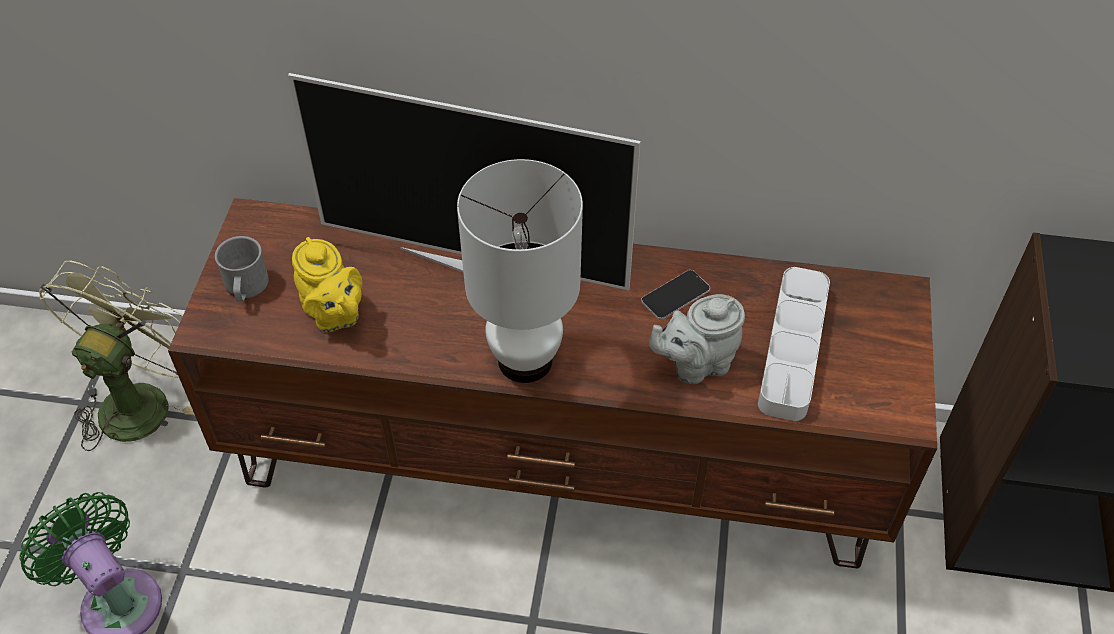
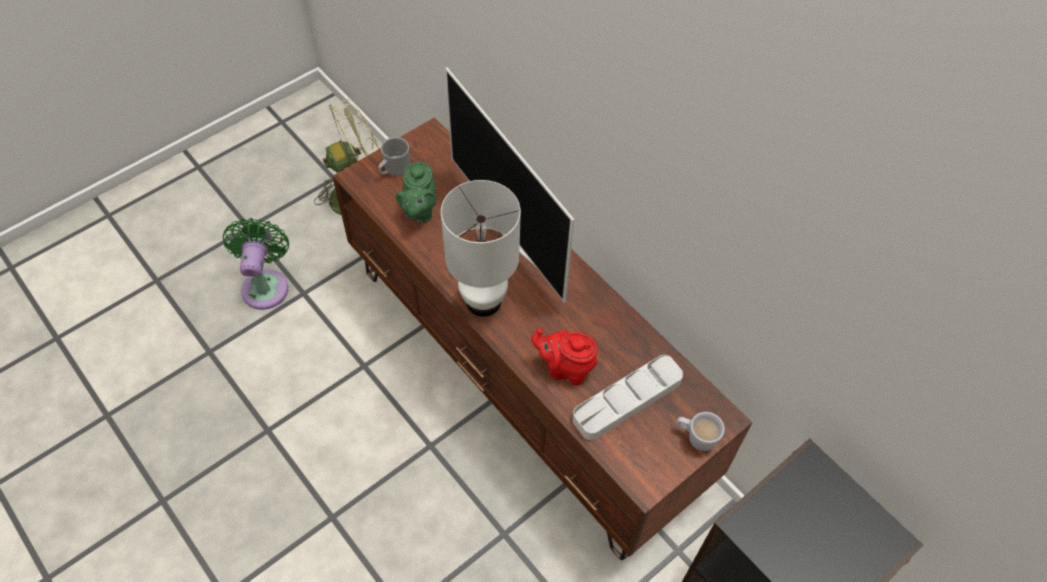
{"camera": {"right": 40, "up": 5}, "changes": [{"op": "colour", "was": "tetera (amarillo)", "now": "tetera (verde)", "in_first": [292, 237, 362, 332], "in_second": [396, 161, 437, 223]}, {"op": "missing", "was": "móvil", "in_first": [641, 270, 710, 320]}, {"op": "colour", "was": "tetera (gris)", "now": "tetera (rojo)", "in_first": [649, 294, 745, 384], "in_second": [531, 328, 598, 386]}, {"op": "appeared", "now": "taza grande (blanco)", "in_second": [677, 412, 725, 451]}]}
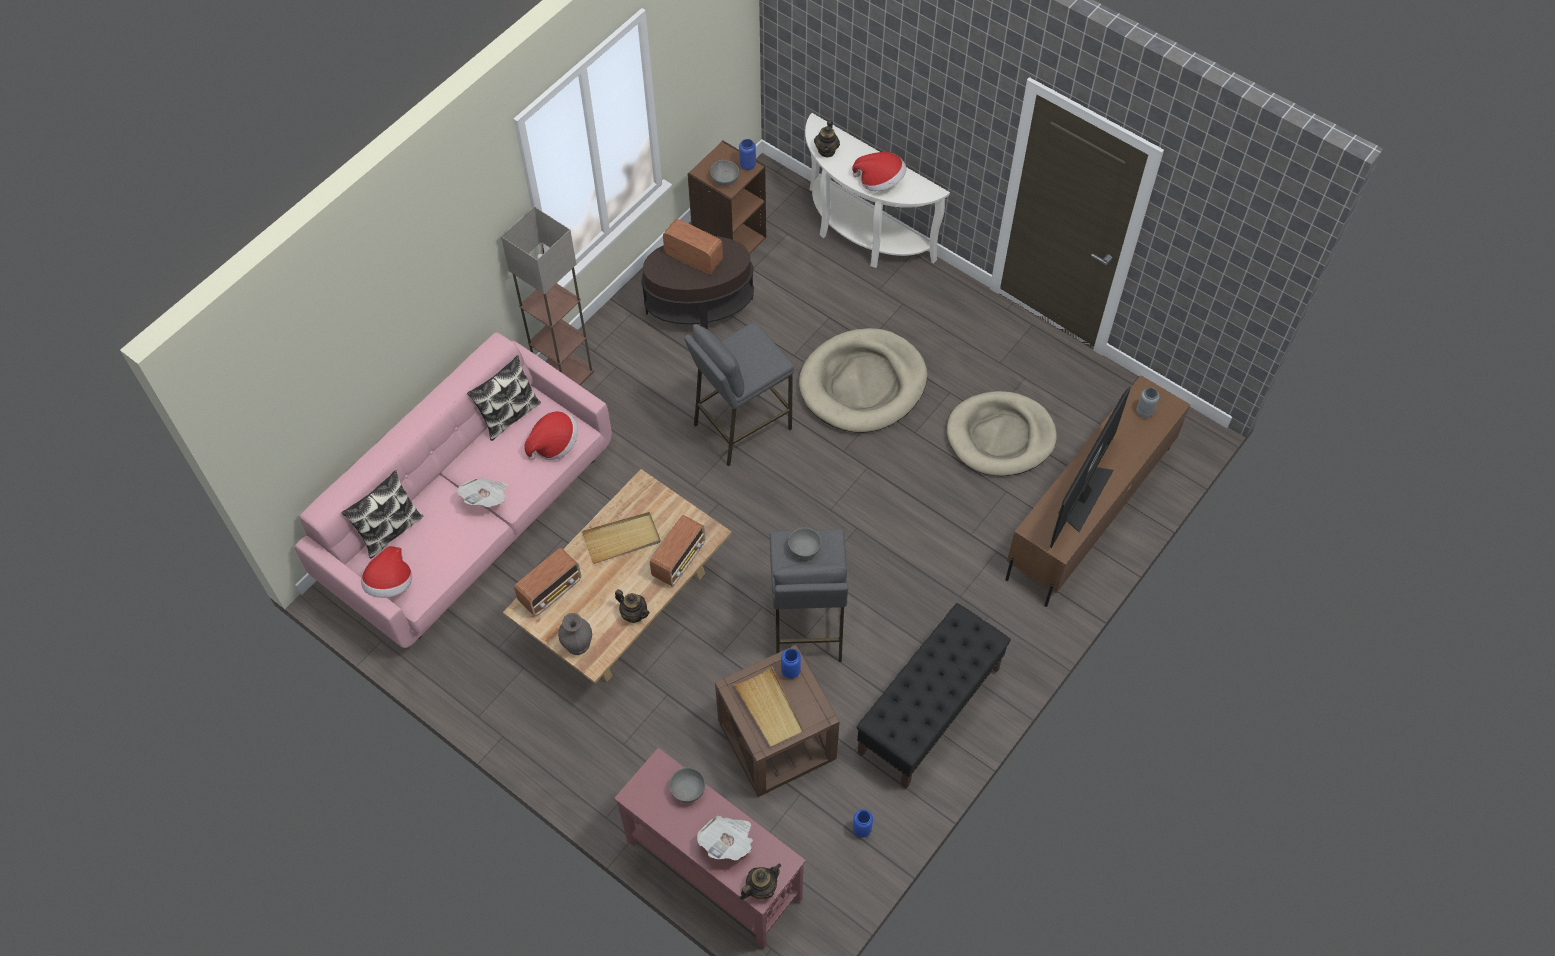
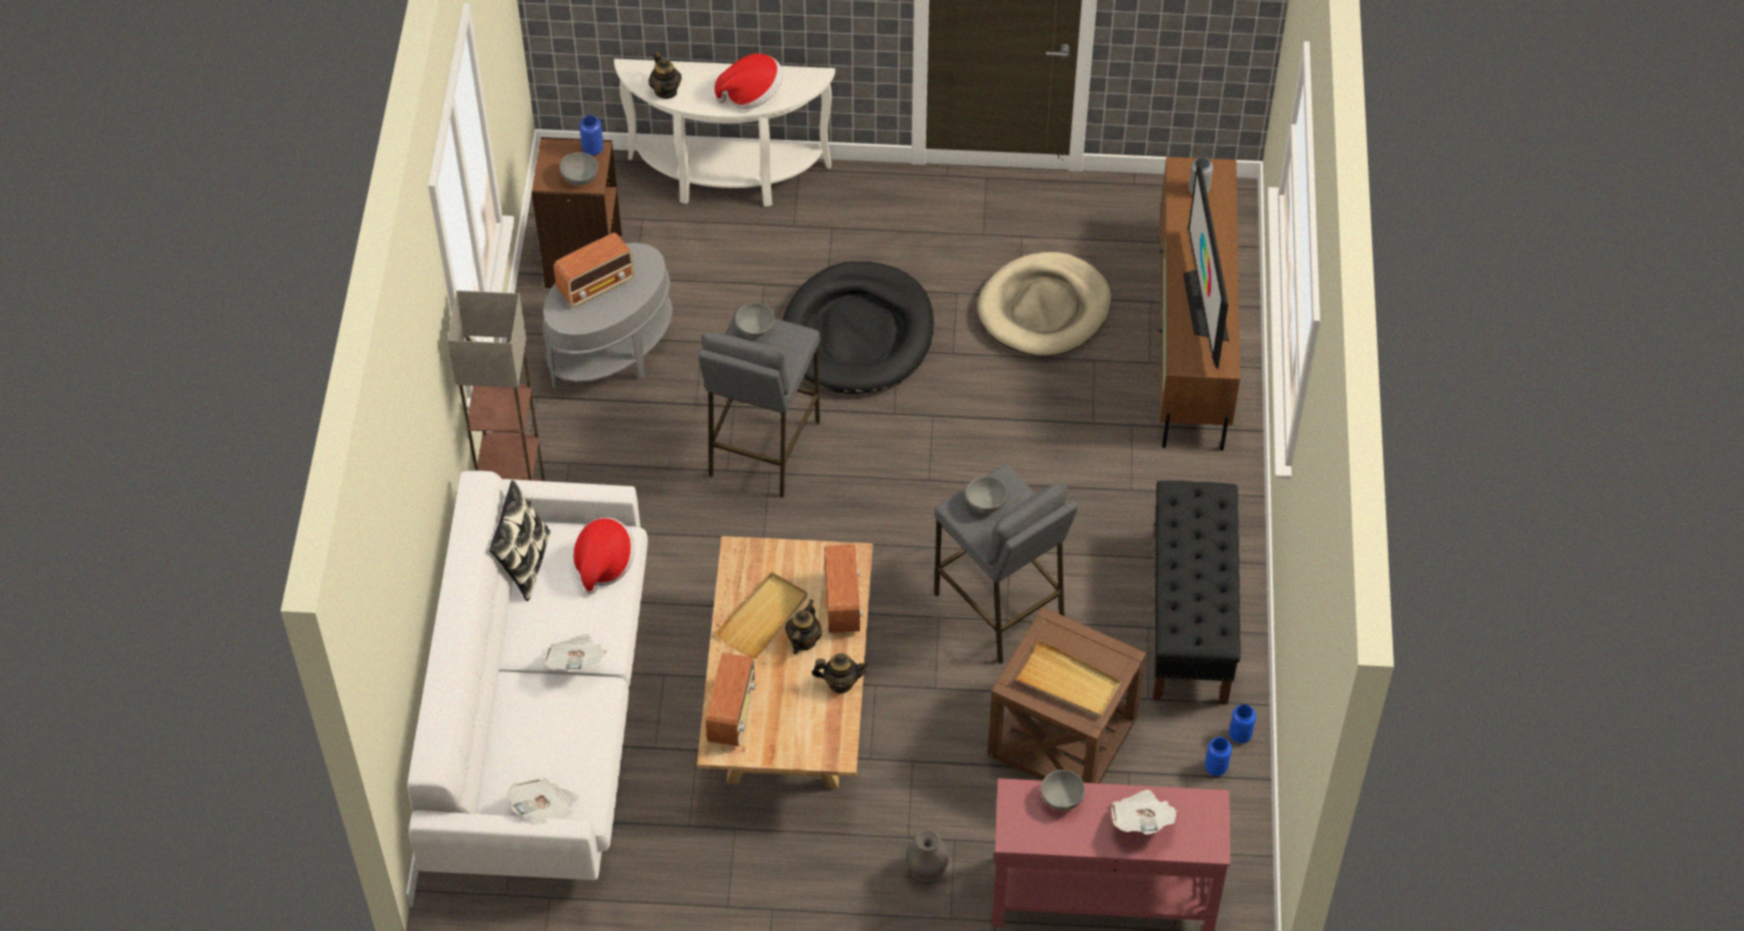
{"camera": {"right": -35, "up": -5}, "changes": [{"op": "colour", "was": "sofá (rosa)", "now": "sofá (blanco)", "in_first": [295, 332, 612, 648], "in_second": [407, 471, 648, 880]}, {"op": "missing", "was": "cojín", "in_first": [341, 470, 423, 559]}, {"op": "exchanged", "was": "sombrero", "now": "periódico", "in_first": [361, 546, 412, 598], "in_second": [507, 778, 579, 824]}, {"op": "relocated", "was": "florero (gris)", "in_first": [558, 613, 592, 655], "in_second": [906, 829, 949, 884]}, {"op": "colour", "was": "mesa auxiliar (marrón)", "now": "mesa auxiliar (gris)", "in_first": [641, 236, 754, 330], "in_second": [542, 243, 673, 389]}, {"op": "spun", "was": "radio", "in_first": [663, 219, 723, 274], "in_second": [554, 233, 634, 307], "clockwise": 150}, {"op": "relocated", "was": "tetera", "in_first": [740, 863, 781, 900], "in_second": [785, 600, 822, 654]}, {"op": "relocated", "was": "florero (azul)", "in_first": [781, 648, 801, 679], "in_second": [1229, 704, 1256, 743]}, {"op": "colour", "was": "cama para perro (beis)", "now": "cama para perro (negro)", "in_first": [799, 328, 927, 433], "in_second": [782, 261, 934, 394]}, {"op": "appeared", "now": "cuenco (gris)", "in_second": [735, 303, 775, 338]}]}
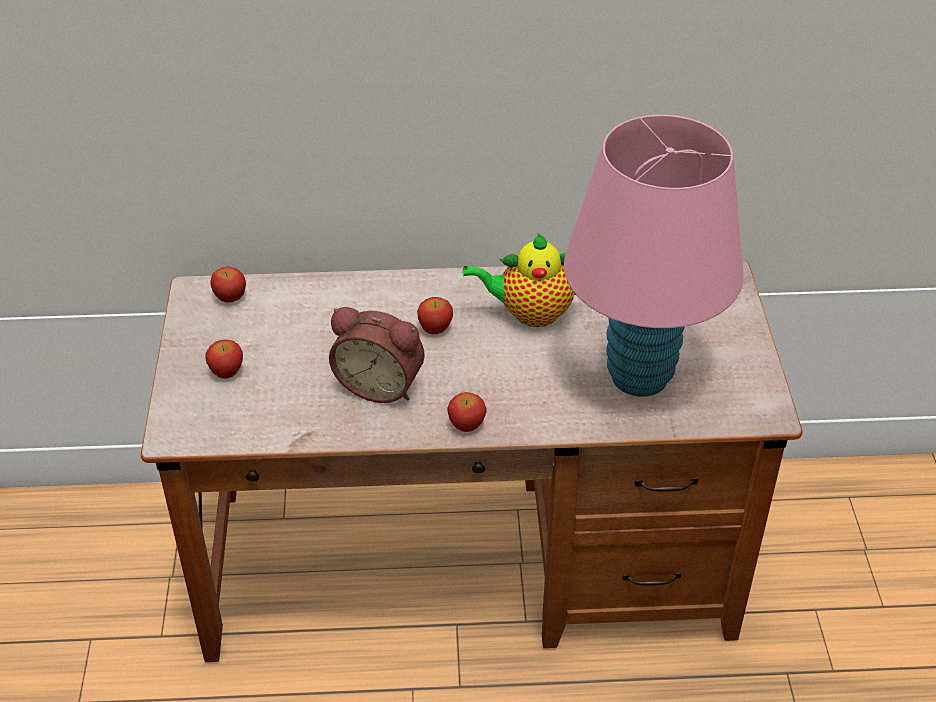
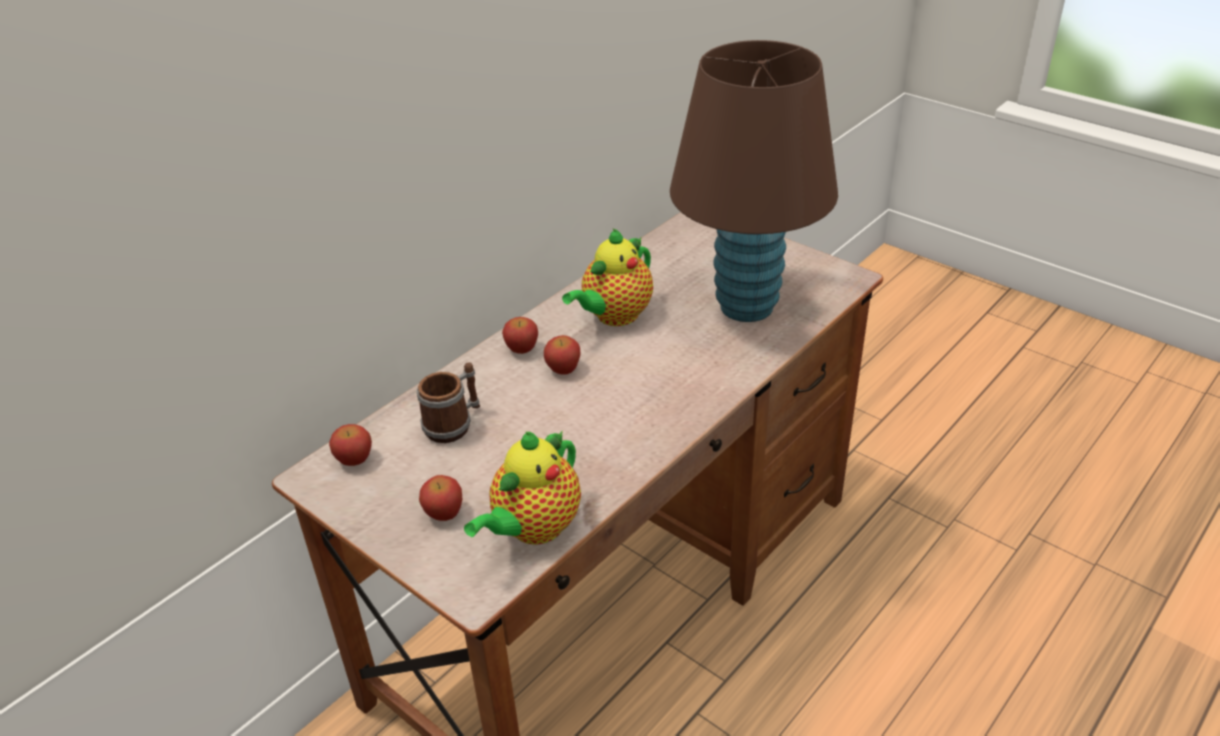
{"camera": {"right": -45, "up": -5}, "changes": [{"op": "missing", "was": "despertador", "in_first": [329, 307, 424, 403]}, {"op": "relocated", "was": "manzana", "in_first": [447, 392, 487, 432], "in_second": [502, 317, 538, 354]}, {"op": "colour", "was": "lámpara de mesa (rosa)", "now": "lámpara de mesa (marrón)", "in_first": [564, 115, 743, 397], "in_second": [670, 40, 838, 322]}, {"op": "appeared", "now": "taza grande", "in_second": [417, 362, 480, 443]}, {"op": "appeared", "now": "tetera", "in_second": [464, 430, 581, 545]}]}
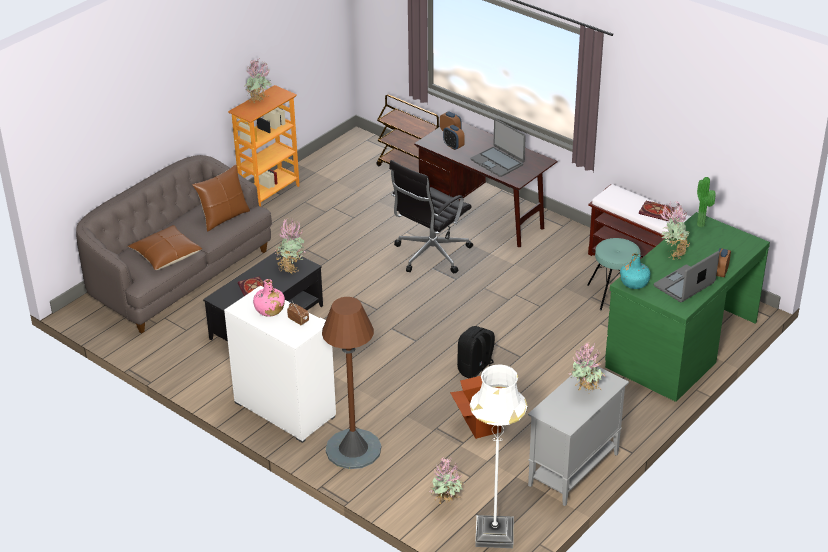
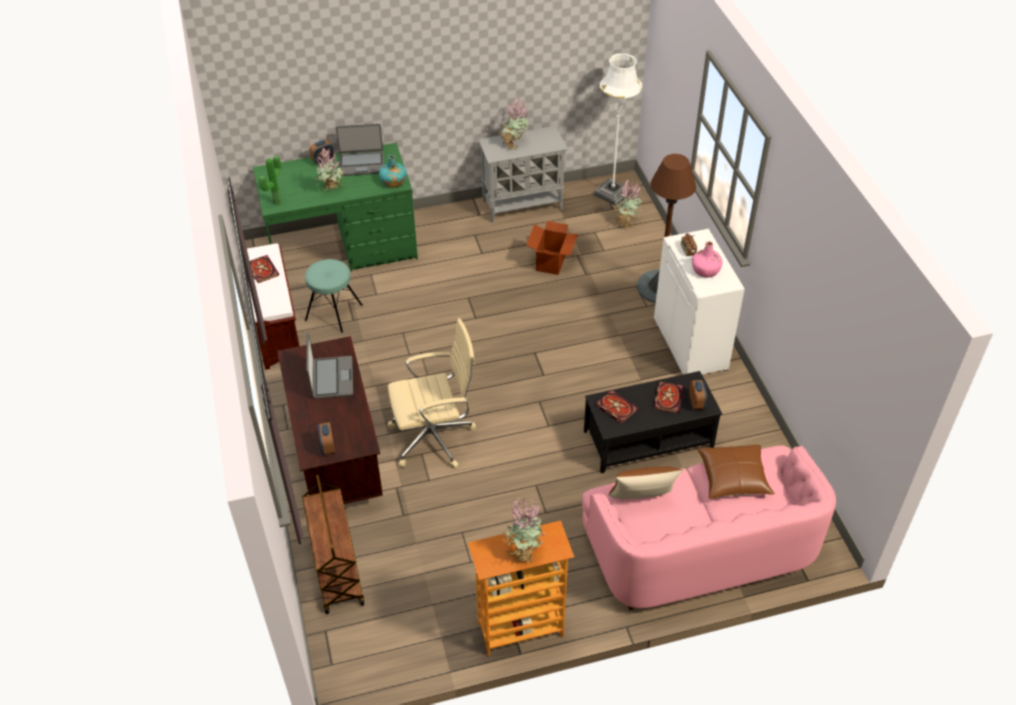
{"camera": {"right": -145, "up": 10}, "changes": [{"op": "colour", "was": "sofá (gris)", "now": "sofá (rosa)", "in_first": [76, 155, 272, 333], "in_second": [582, 446, 836, 610]}, {"op": "exchanged", "was": "planta en maceta", "now": "libro", "in_first": [275, 218, 305, 274], "in_second": [596, 390, 638, 423]}, {"op": "colour", "was": "silla de oficina (negro)", "now": "silla de oficina (beis)", "in_first": [389, 160, 473, 273], "in_second": [388, 318, 477, 469]}, {"op": "relocated", "was": "despertador", "in_first": [443, 125, 465, 150], "in_second": [689, 380, 707, 409]}, {"op": "missing", "was": "mochila (negro)", "in_first": [457, 326, 495, 378]}]}
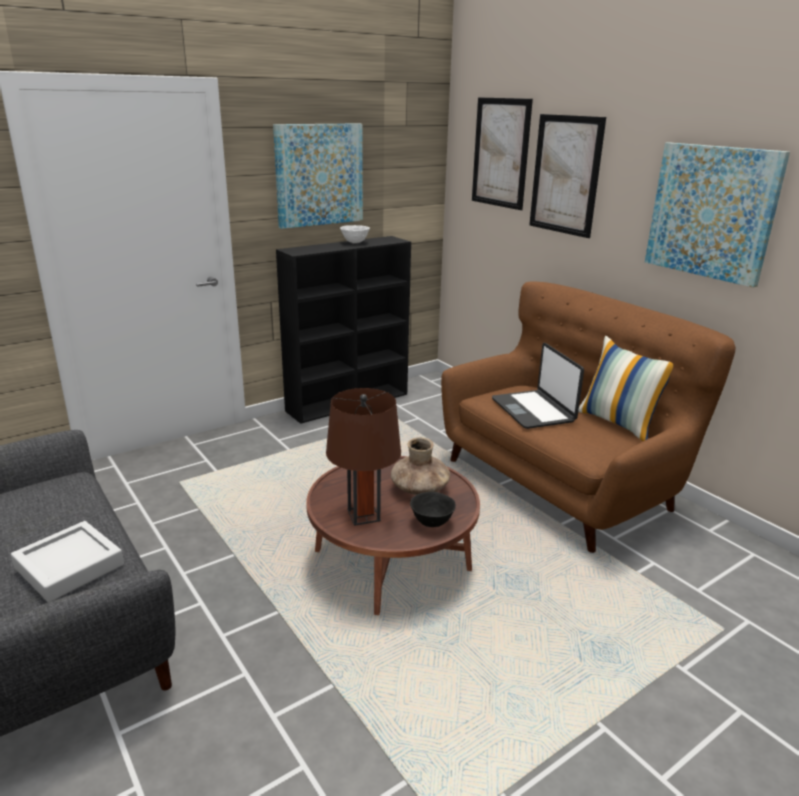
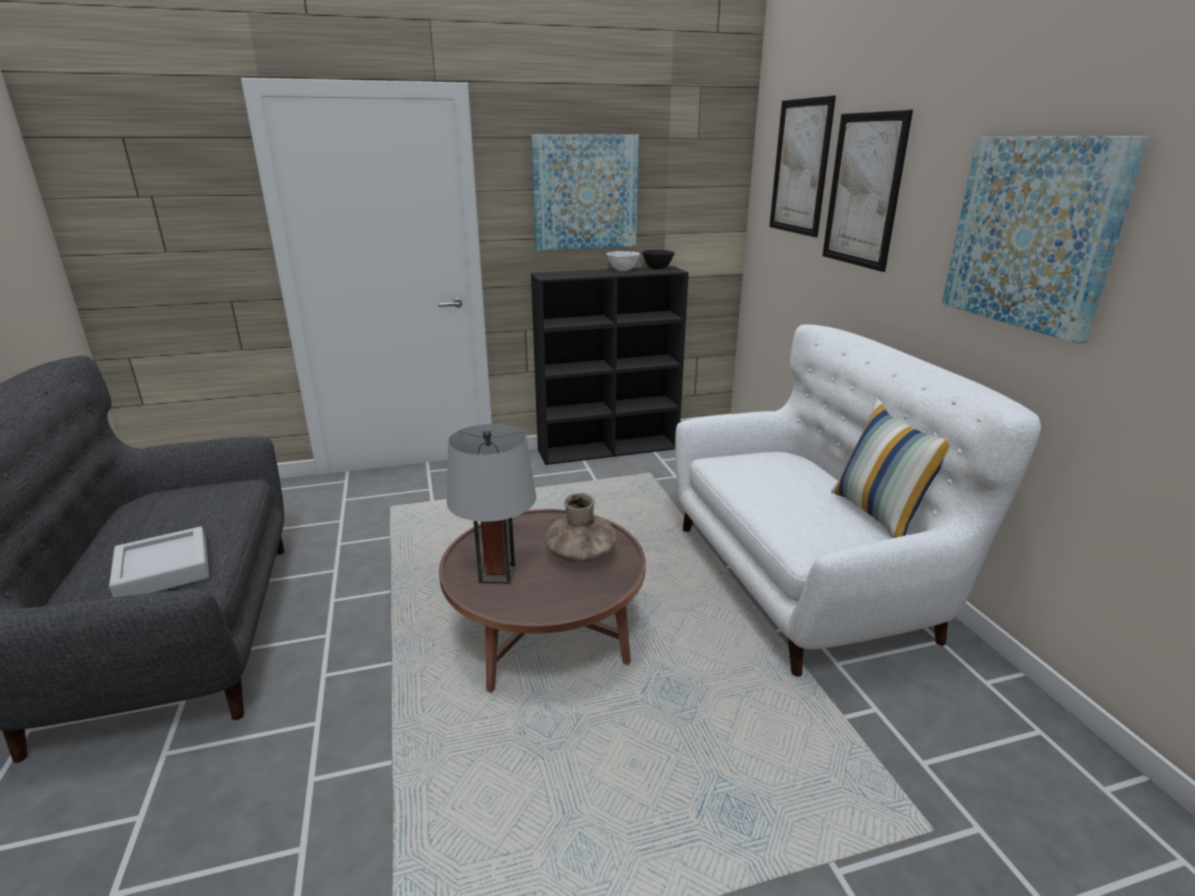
{"camera": {"right": 20, "up": 0}, "changes": [{"op": "colour", "was": "lámpara de mesa (marrón)", "now": "lámpara de mesa (gris)", "in_first": [326, 388, 401, 526], "in_second": [447, 424, 536, 584]}, {"op": "relocated", "was": "cuenco (negro)", "in_first": [410, 492, 456, 527], "in_second": [642, 250, 675, 269]}, {"op": "colour", "was": "sofá (marrón)", "now": "sofá (blanco)", "in_first": [441, 282, 736, 553], "in_second": [675, 324, 1041, 677]}, {"op": "missing", "was": "portátil", "in_first": [492, 343, 584, 429]}]}
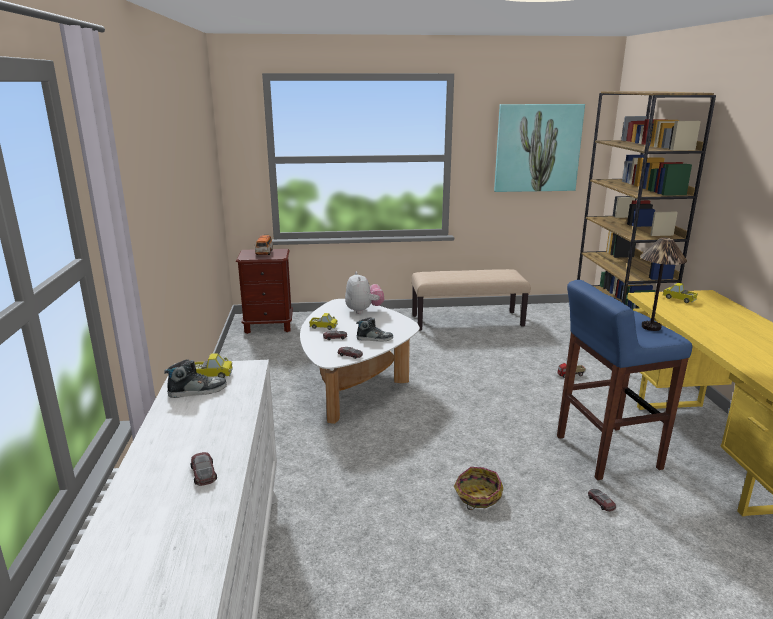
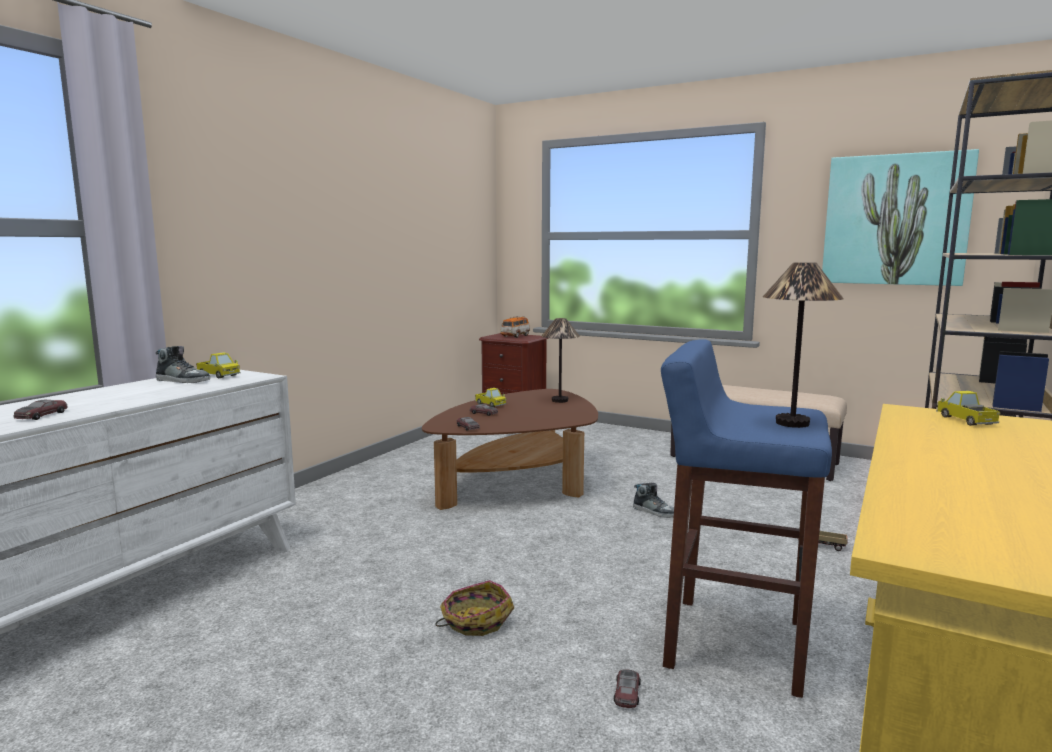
{"camera": {"right": 35, "up": -10}, "changes": [{"op": "colour", "was": "mesa de centro (blanco)", "now": "mesa de centro (marrón)", "in_first": [300, 299, 420, 424], "in_second": [422, 389, 598, 510]}, {"op": "exchanged", "was": "peluche", "now": "lámpara de mesa", "in_first": [345, 272, 384, 314], "in_second": [542, 318, 580, 403]}, {"op": "relocated", "was": "zapato", "in_first": [356, 317, 393, 342], "in_second": [633, 483, 674, 518]}]}
